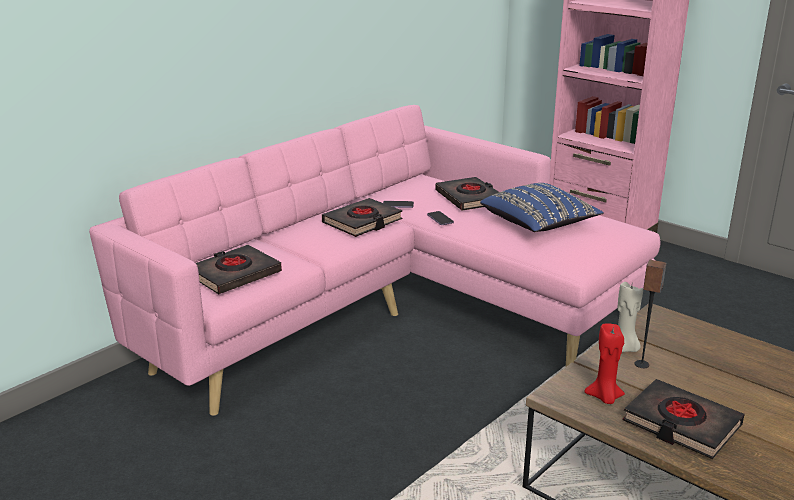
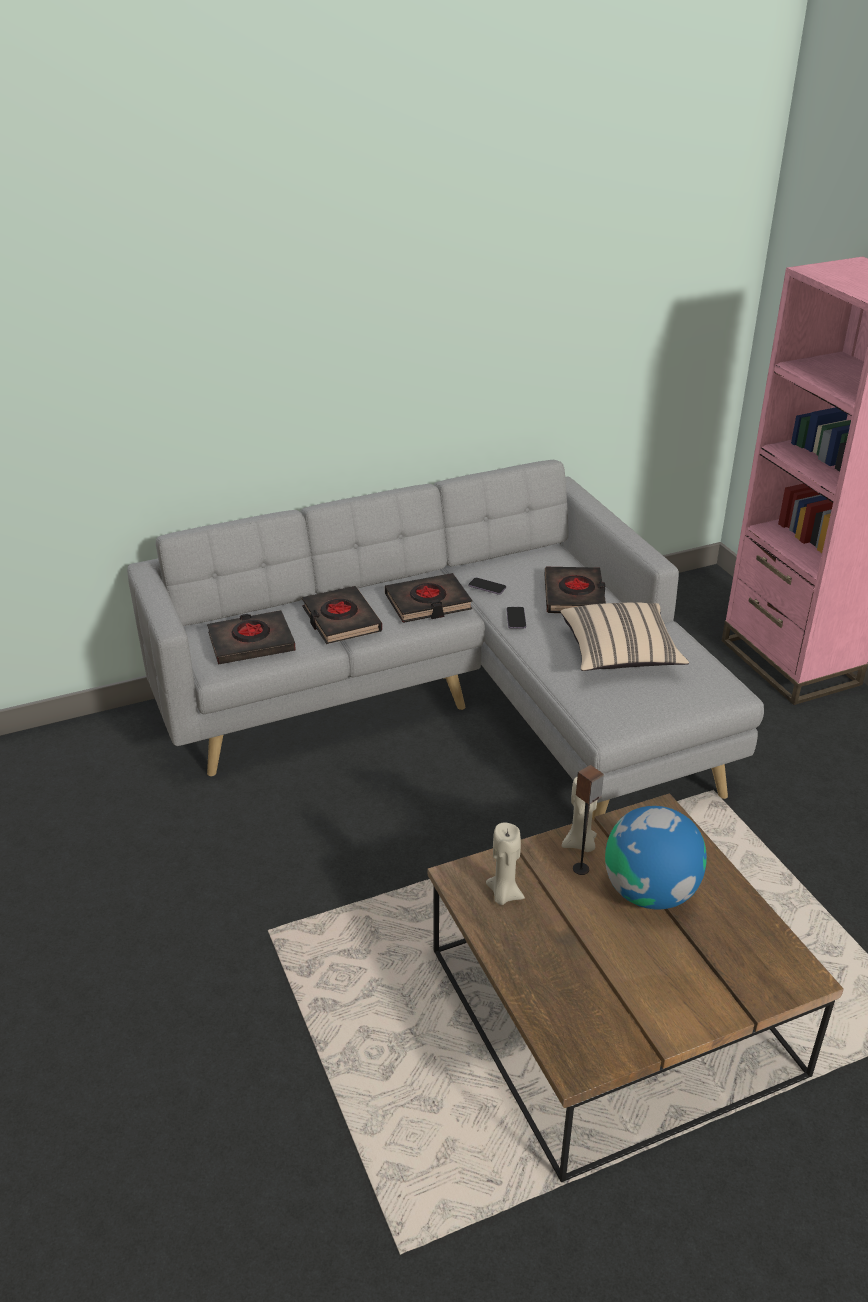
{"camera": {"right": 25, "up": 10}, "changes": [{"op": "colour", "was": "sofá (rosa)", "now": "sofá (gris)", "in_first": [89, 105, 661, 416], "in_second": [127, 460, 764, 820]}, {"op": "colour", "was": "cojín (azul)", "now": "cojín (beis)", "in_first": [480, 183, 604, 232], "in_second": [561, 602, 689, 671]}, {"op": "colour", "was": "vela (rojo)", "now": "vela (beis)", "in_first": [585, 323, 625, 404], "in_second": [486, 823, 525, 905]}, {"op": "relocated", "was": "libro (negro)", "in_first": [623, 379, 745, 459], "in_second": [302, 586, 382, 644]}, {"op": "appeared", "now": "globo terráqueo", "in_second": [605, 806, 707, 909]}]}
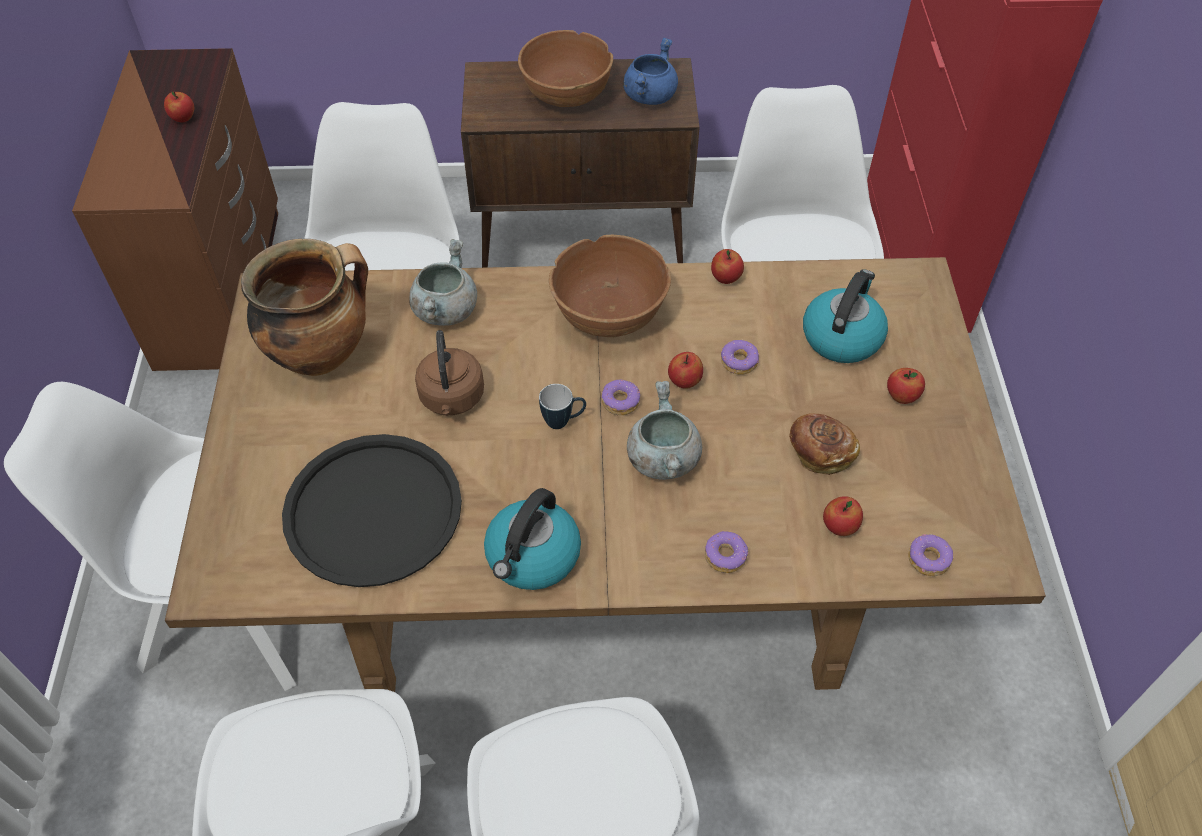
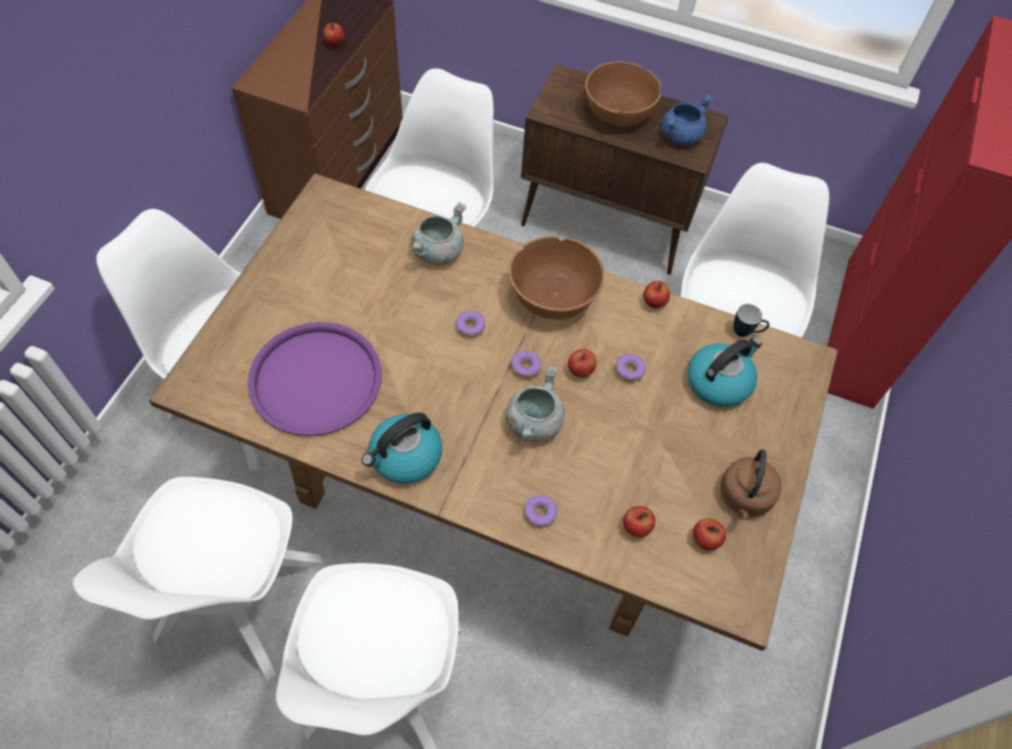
{"camera": {"right": 20, "up": 5}, "changes": [{"op": "missing", "was": "olla", "in_first": [241, 239, 368, 376]}, {"op": "colour", "was": "bandeja (negro)", "now": "bandeja (morado)", "in_first": [282, 434, 462, 587], "in_second": [248, 322, 382, 436]}, {"op": "relocated", "was": "hervidor (marrón)", "in_first": [415, 330, 484, 416], "in_second": [720, 449, 782, 520]}, {"op": "relocated", "was": "taza grande", "in_first": [539, 384, 586, 429], "in_second": [734, 304, 769, 337]}, {"op": "missing", "was": "pan", "in_first": [789, 414, 860, 475]}, {"op": "relocated", "was": "manzana", "in_first": [887, 368, 925, 404], "in_second": [693, 519, 726, 550]}, {"op": "relocated", "was": "rosquilla", "in_first": [909, 534, 953, 576], "in_second": [456, 310, 485, 338]}]}
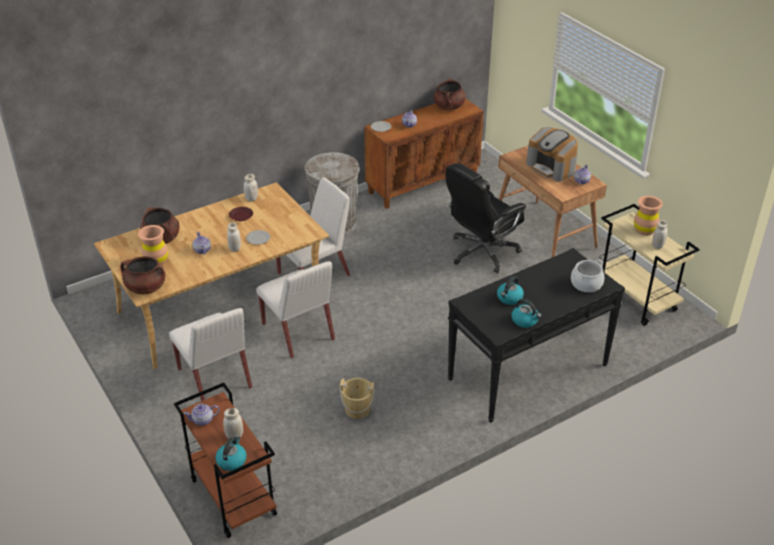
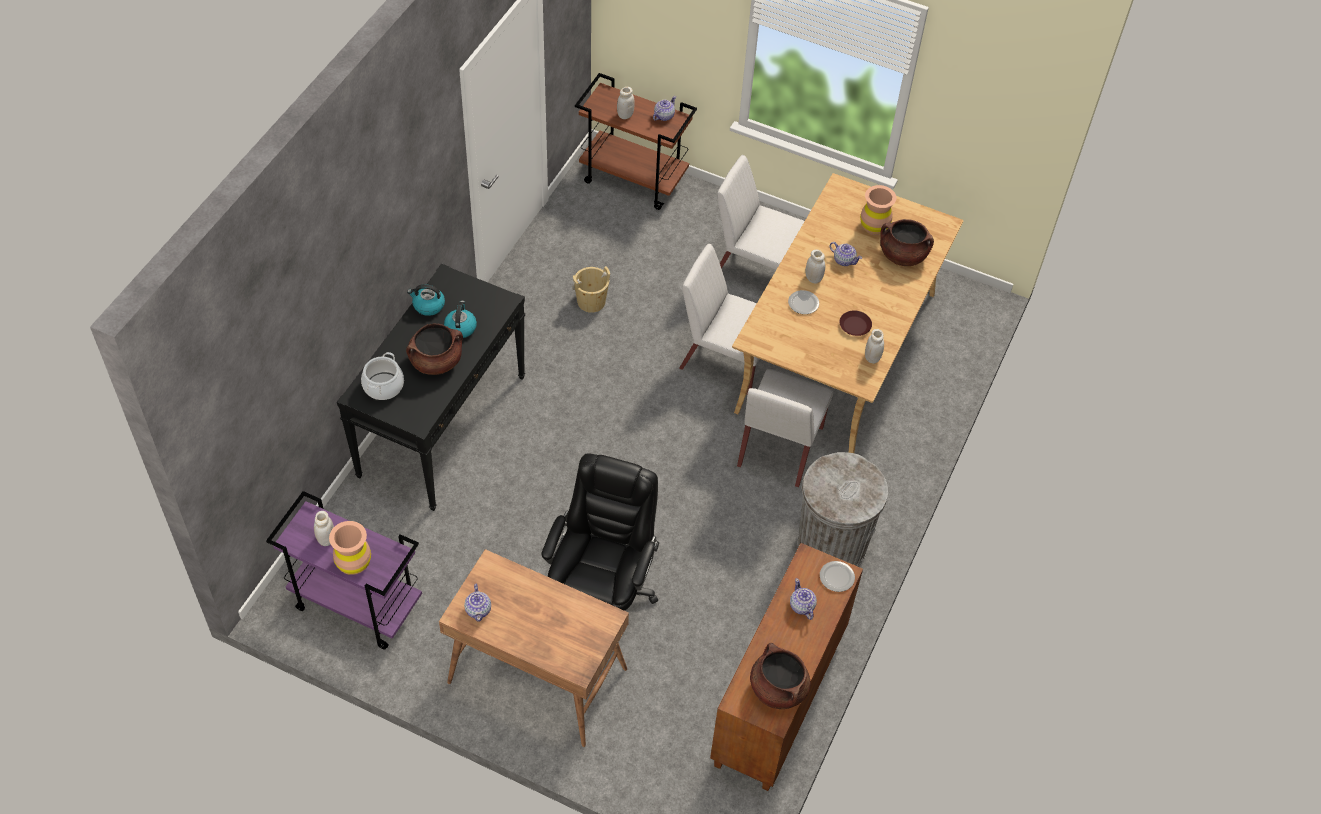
{"camera": {"right": 145, "up": 15}, "changes": [{"op": "relocated", "was": "olla (marrón)", "in_first": [120, 256, 165, 295], "in_second": [406, 323, 463, 375]}, {"op": "missing", "was": "hervidor", "in_first": [215, 435, 246, 471]}, {"op": "missing", "was": "cafetera", "in_first": [526, 127, 578, 182]}, {"op": "colour", "was": "carrito (beis)", "now": "carrito (morado)", "in_first": [599, 204, 700, 326], "in_second": [266, 491, 422, 649]}]}
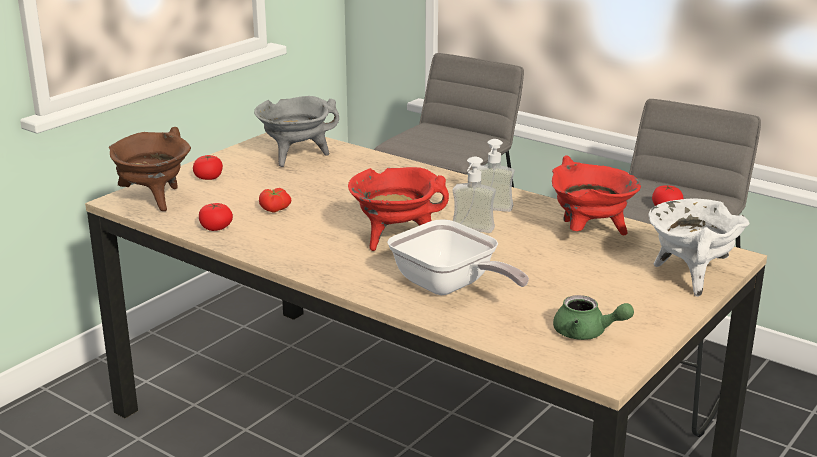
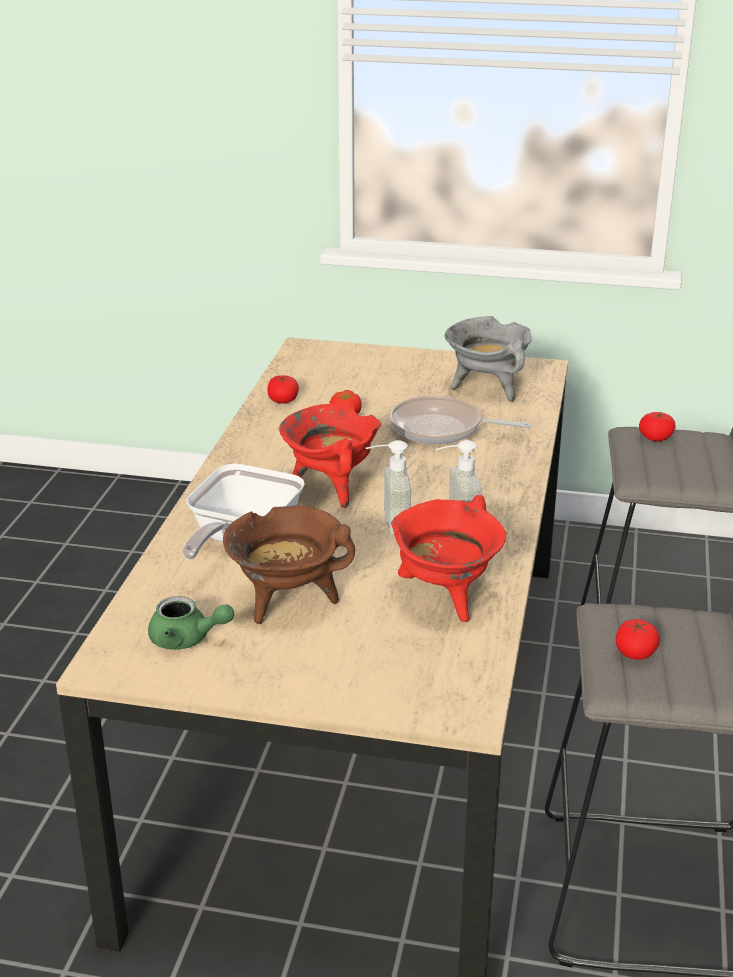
{"camera": {"right": 65, "up": 5}, "changes": [{"op": "relocated", "was": "olla (marrón)", "in_first": [109, 127, 191, 211], "in_second": [223, 506, 355, 624]}, {"op": "relocated", "was": "tomate", "in_first": [193, 155, 223, 180], "in_second": [639, 412, 676, 441]}, {"op": "spun", "was": "tetera (verde)", "in_first": [553, 295, 634, 340], "in_second": [148, 596, 234, 650], "clockwise": -75}, {"op": "missing", "was": "olla (blanco)", "in_first": [648, 198, 750, 297]}, {"op": "appeared", "now": "sartén", "in_second": [390, 396, 531, 444]}]}
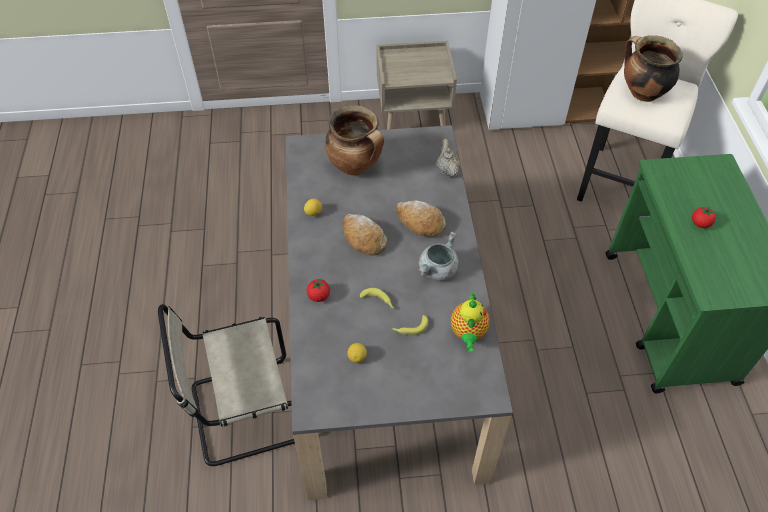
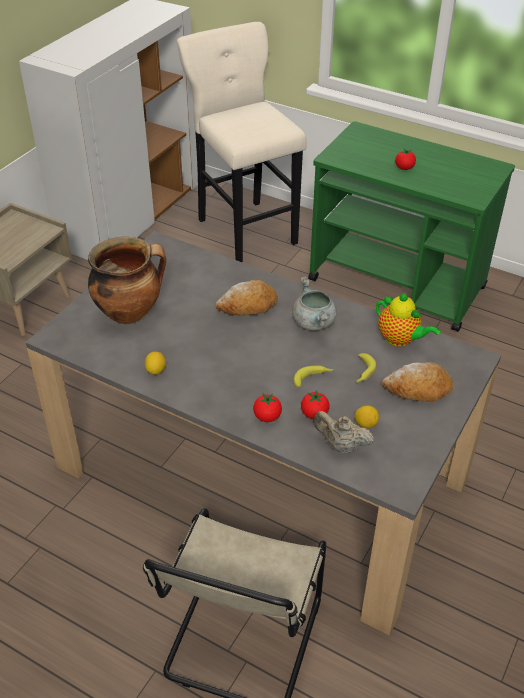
{"camera": {"right": -55, "up": -10}, "changes": [{"op": "relocated", "was": "pan", "in_first": [343, 214, 387, 256], "in_second": [382, 362, 453, 402]}, {"op": "relocated", "was": "tetera (beis)", "in_first": [436, 138, 461, 177], "in_second": [313, 411, 374, 454]}, {"op": "missing", "was": "olla", "in_first": [624, 35, 682, 102]}, {"op": "appeared", "now": "tomate", "in_second": [301, 390, 329, 419]}]}
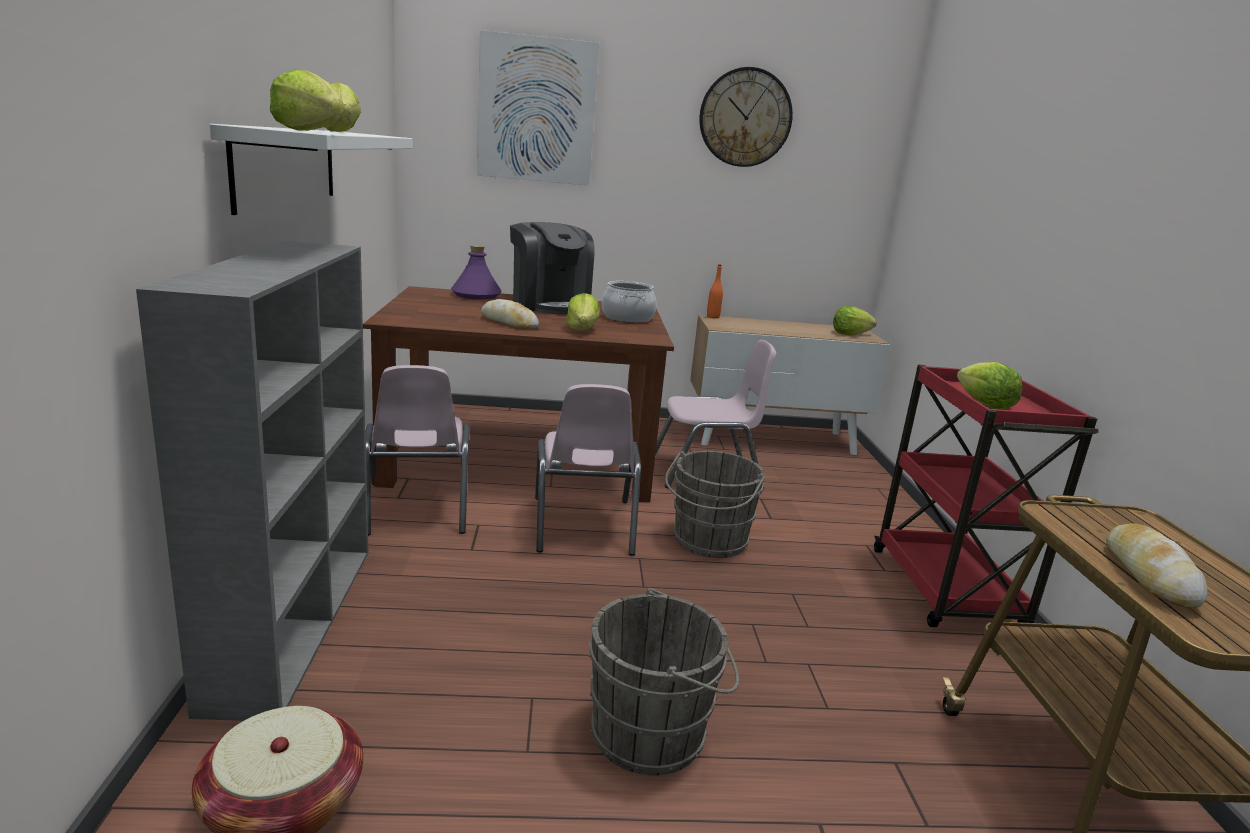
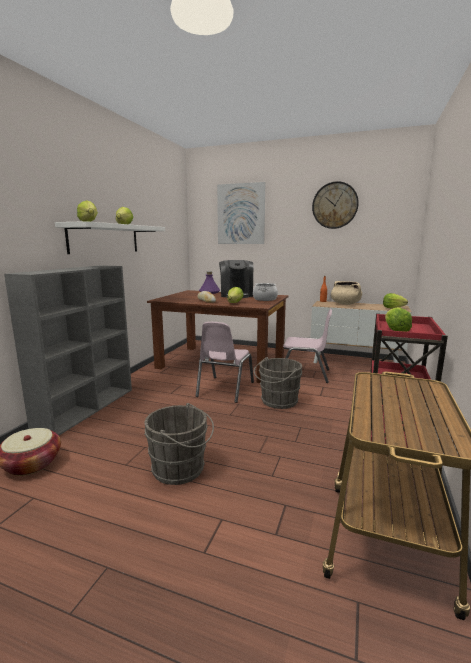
{"camera": {"right": 25, "up": -5}, "changes": [{"op": "missing", "was": "silla (rosa)", "in_first": [365, 365, 470, 536]}, {"op": "missing", "was": "pan", "in_first": [1106, 524, 1207, 608]}, {"op": "appeared", "now": "olla (beis)", "in_second": [331, 281, 362, 305]}]}
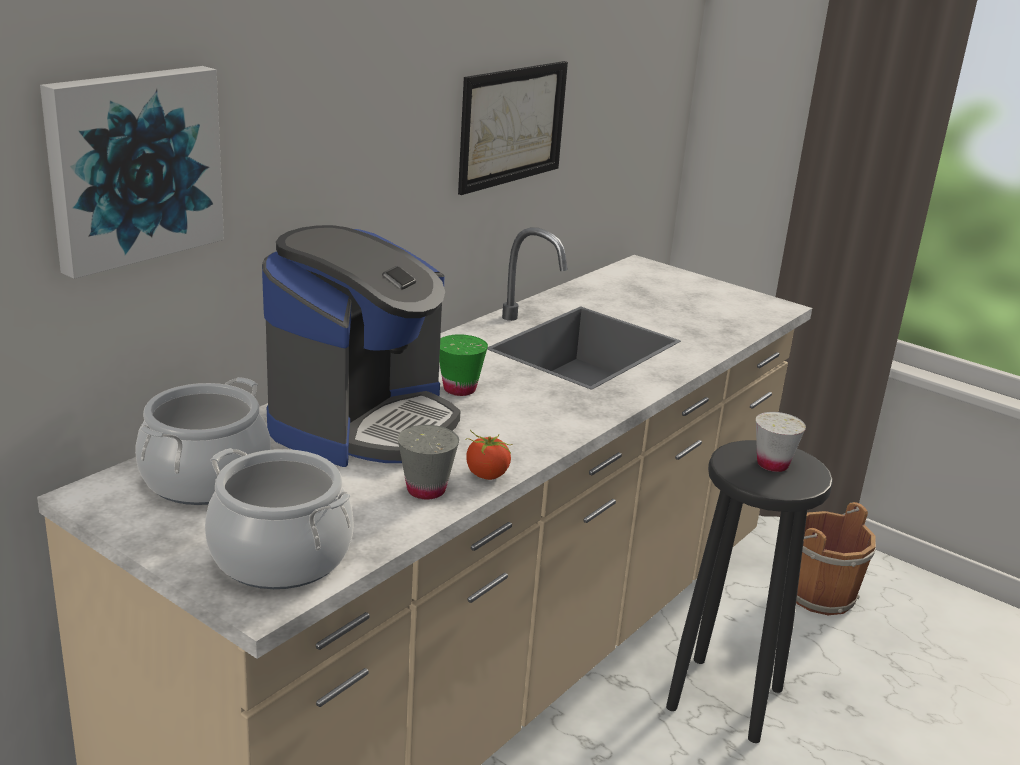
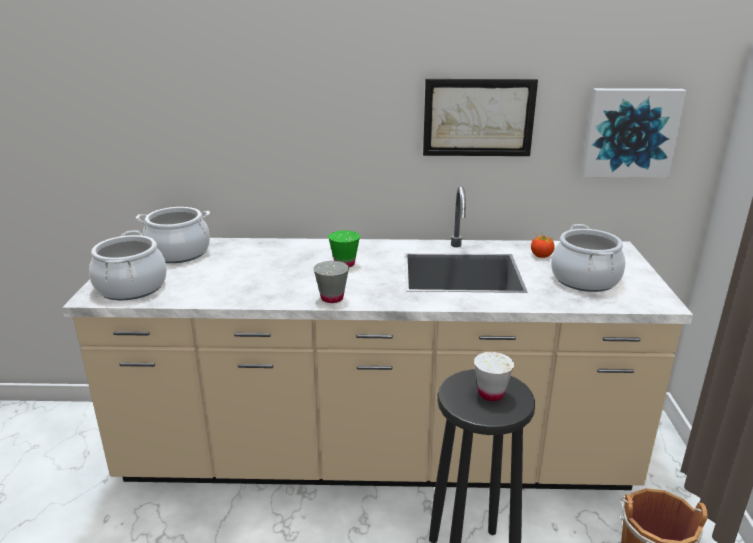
{"camera": {"right": 55, "up": 0}, "changes": [{"op": "relocated", "was": "cuadro", "in_first": [40, 66, 224, 279], "in_second": [581, 88, 687, 178]}, {"op": "missing", "was": "cafetera", "in_first": [262, 225, 460, 467]}, {"op": "relocated", "was": "taza (gris)", "in_first": [398, 425, 459, 499], "in_second": [313, 261, 349, 303]}, {"op": "relocated", "was": "tomate", "in_first": [465, 430, 513, 480], "in_second": [531, 232, 555, 258]}, {"op": "appeared", "now": "olla", "in_second": [551, 224, 625, 292]}]}
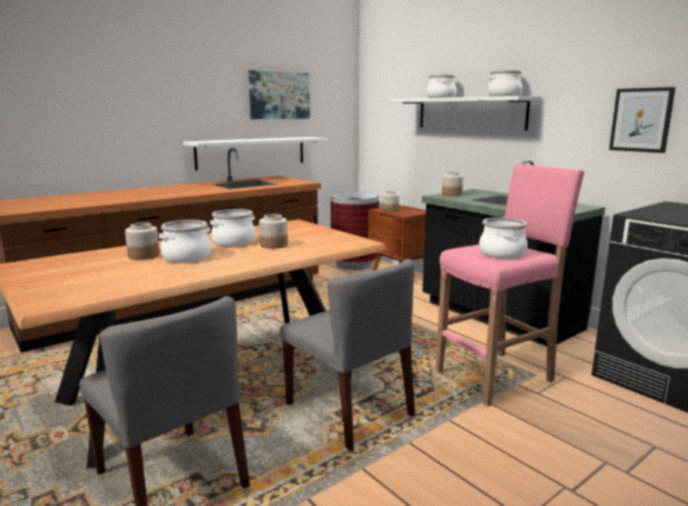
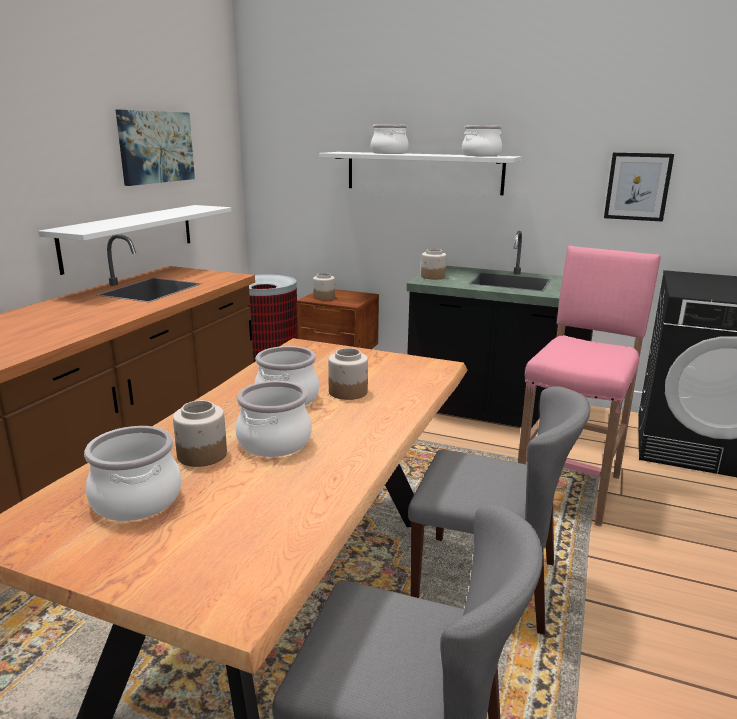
{"camera": {"right": -30, "up": 5}, "changes": [{"op": "relocated", "was": "olla", "in_first": [479, 217, 528, 259], "in_second": [84, 426, 182, 521]}]}
